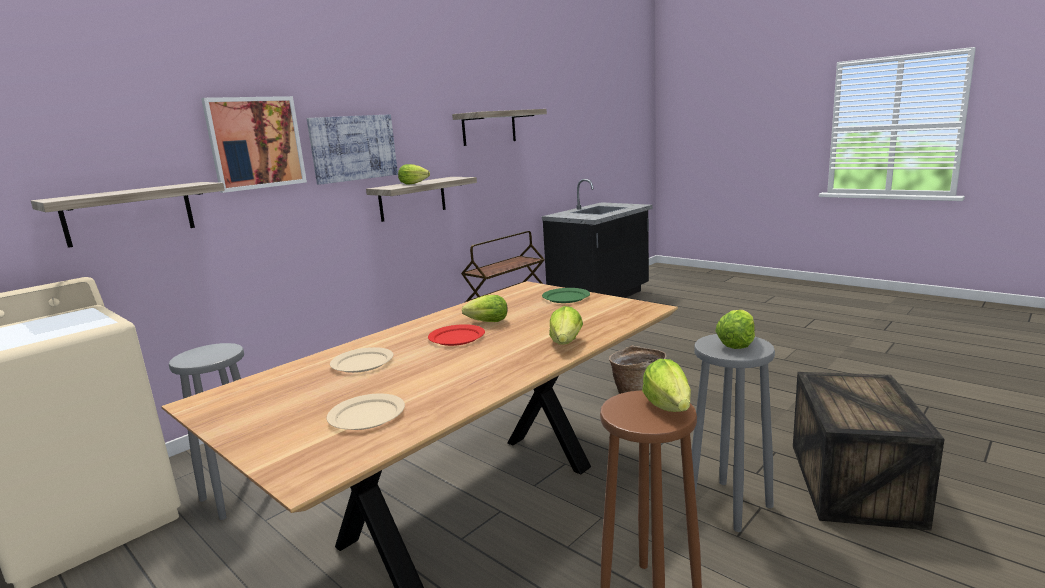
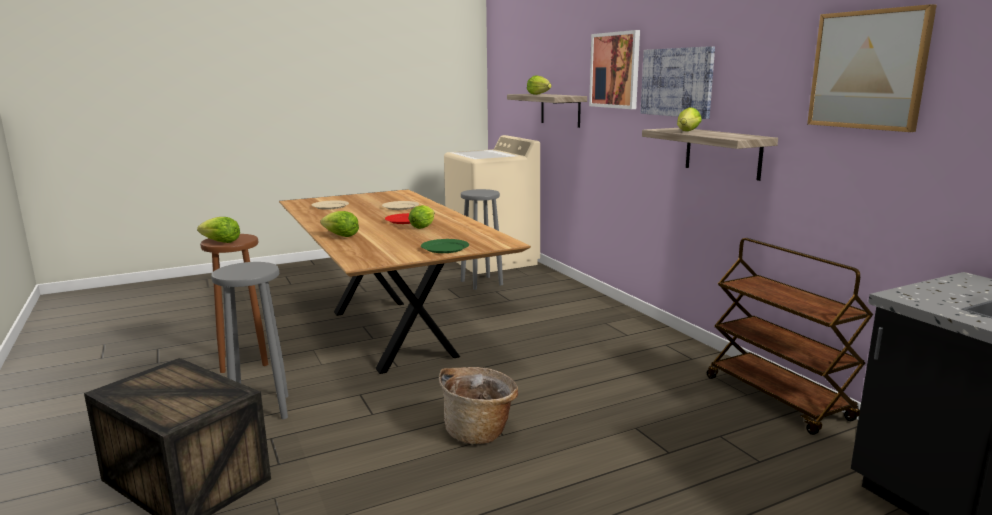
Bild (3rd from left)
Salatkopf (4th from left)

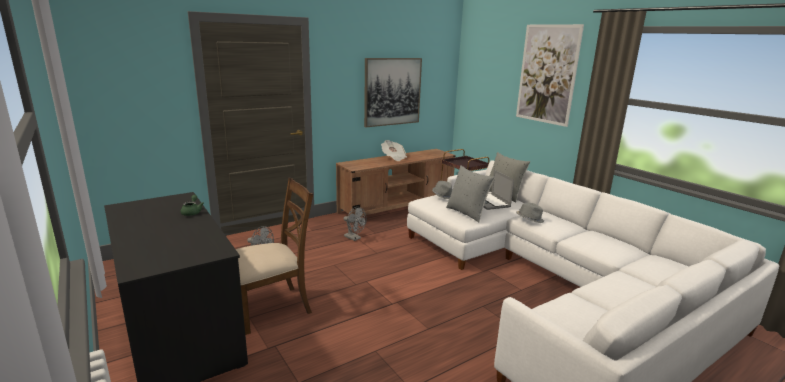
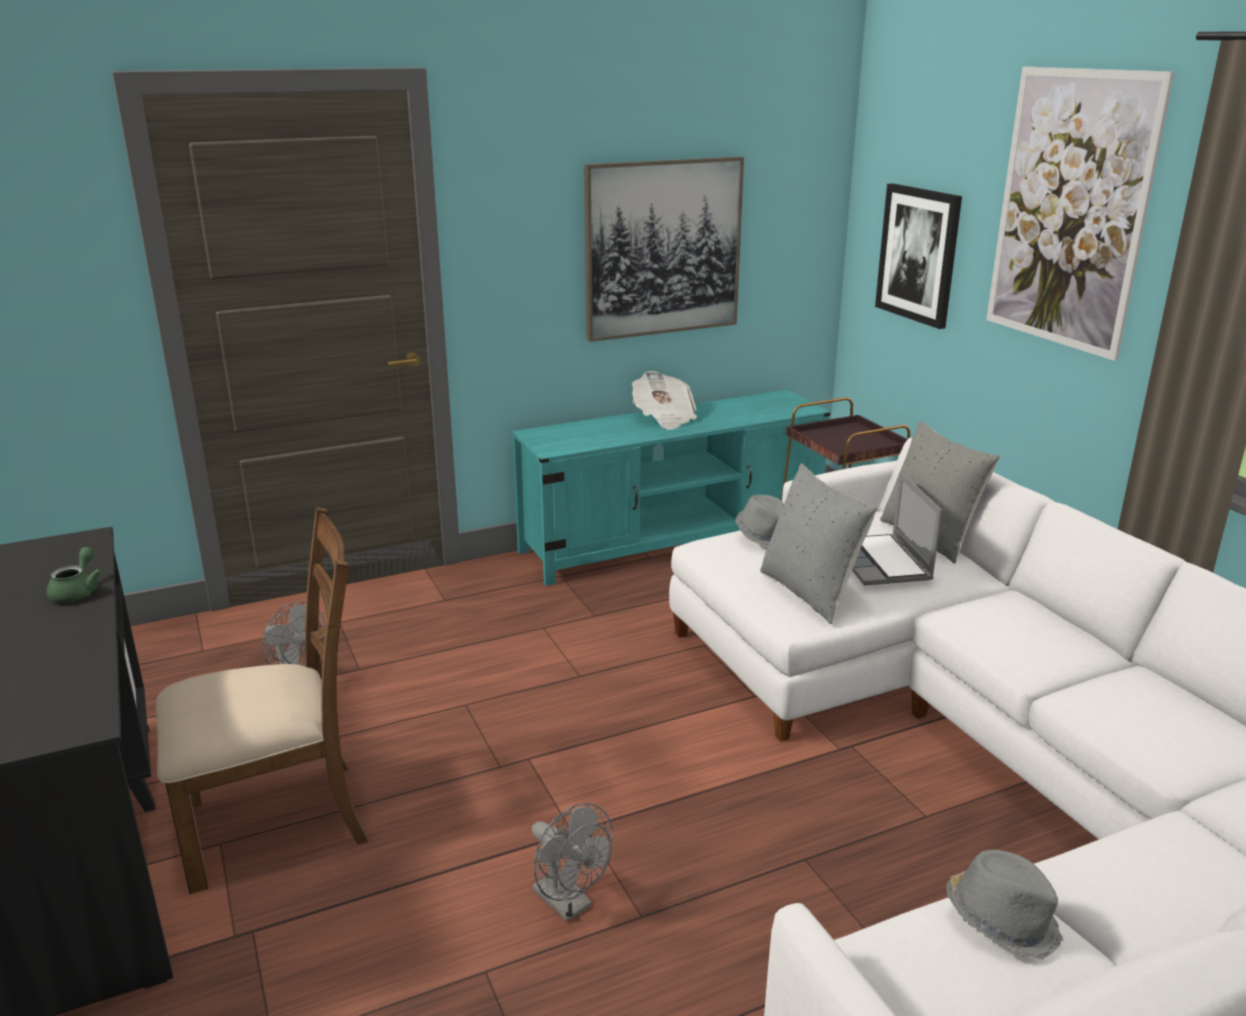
Fernsehschrank (türkis)
Hut (grau) (2nd from left)
Ventilator (grau) (2nd from left)
Bild (2nd from left)

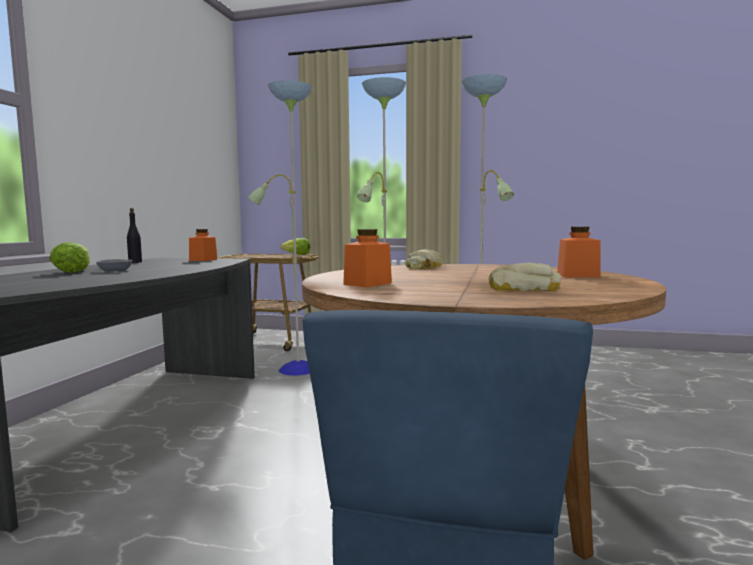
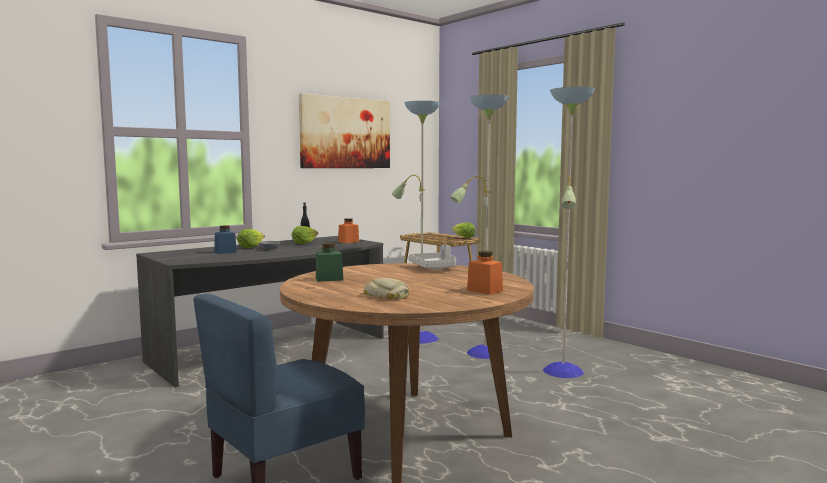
Vorratsglas (grün)
Tablett (grau)
Bild
Vorratsglas (blau)
Salatkopf (2nd from left)

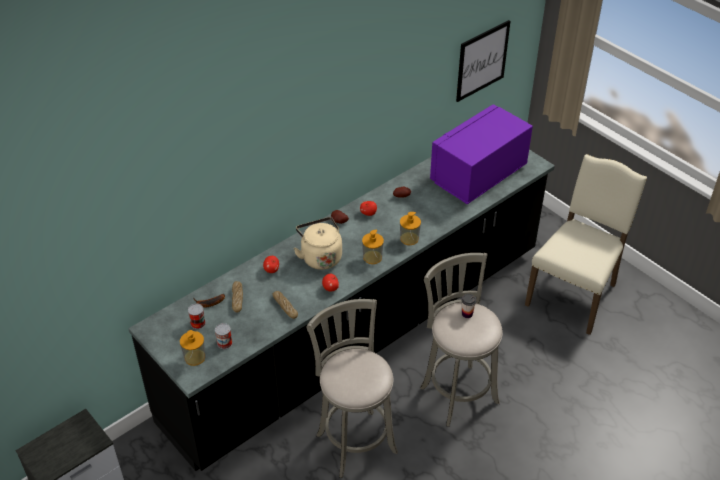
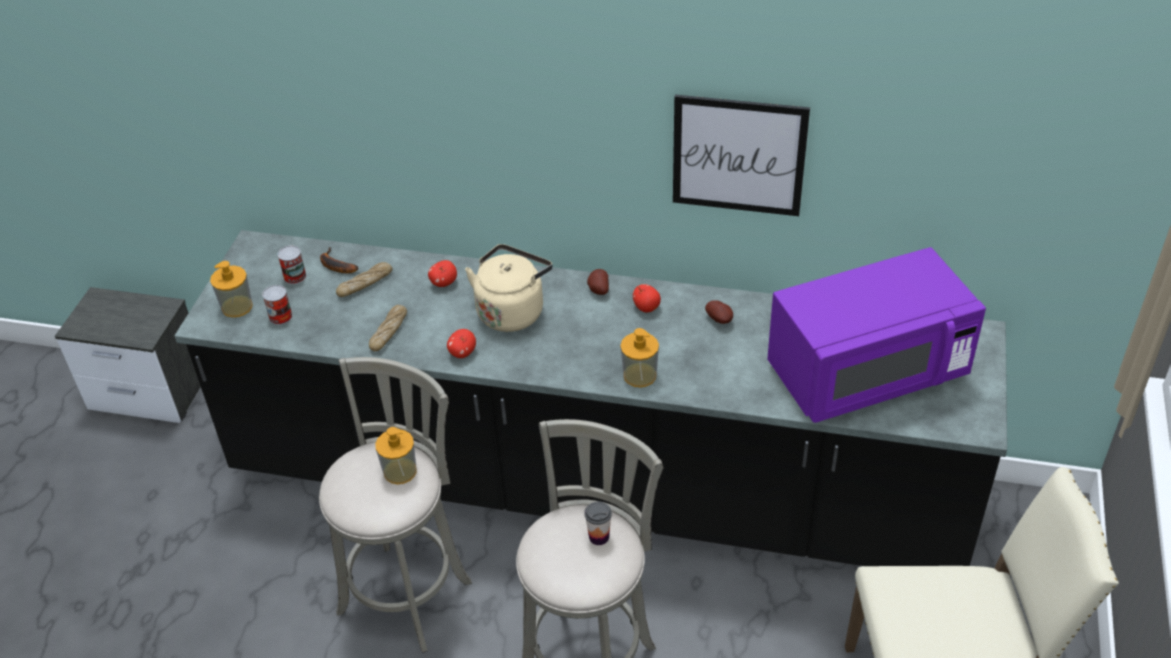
Bild
Mikrowelle (lila)
Seifenspender (2nd from left)

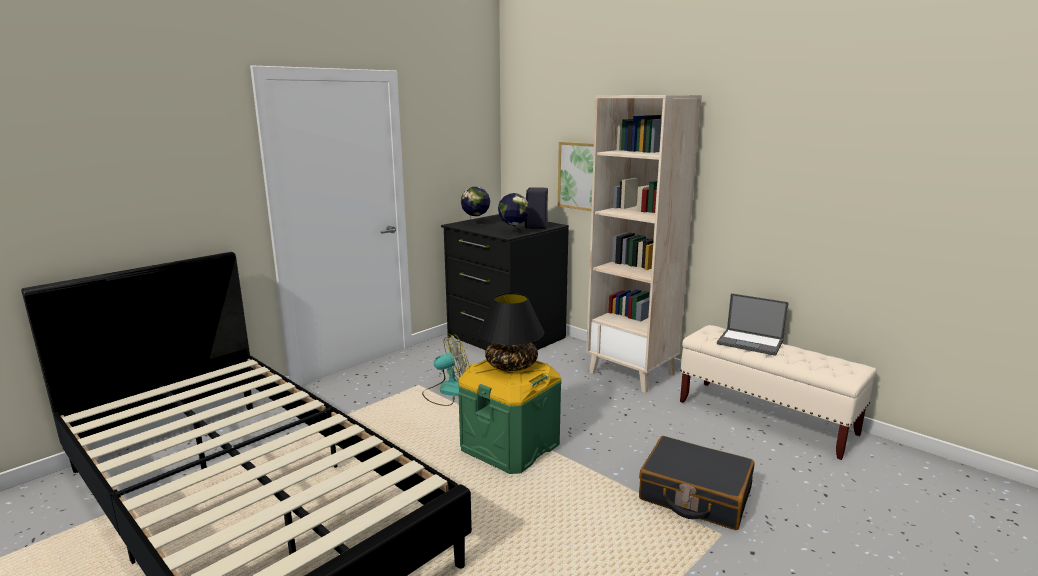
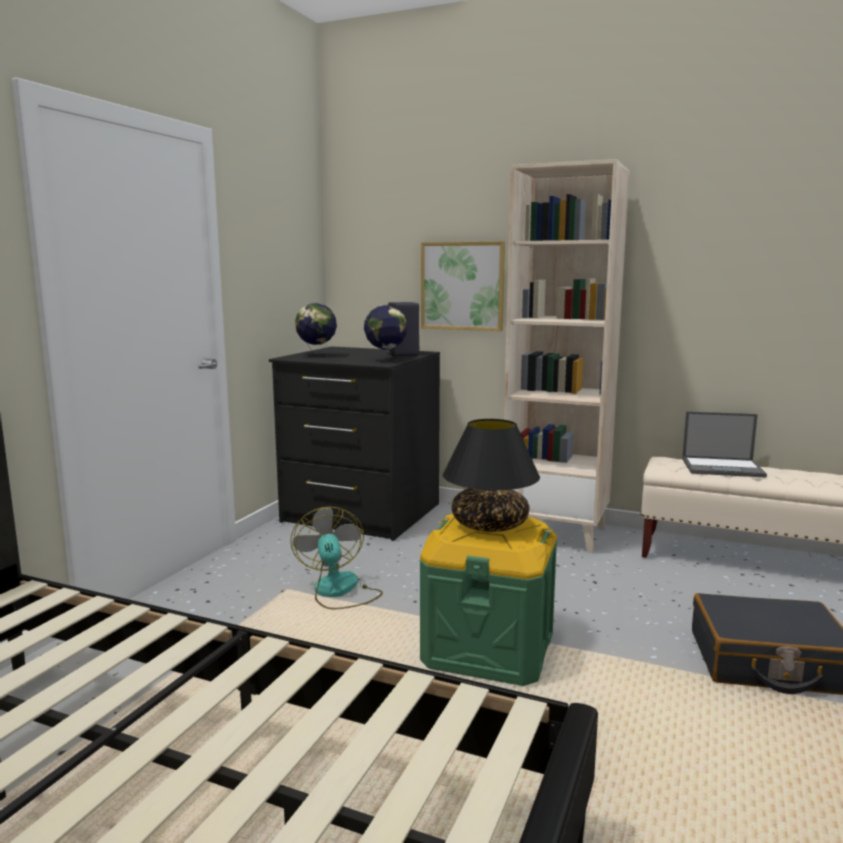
Ventilator

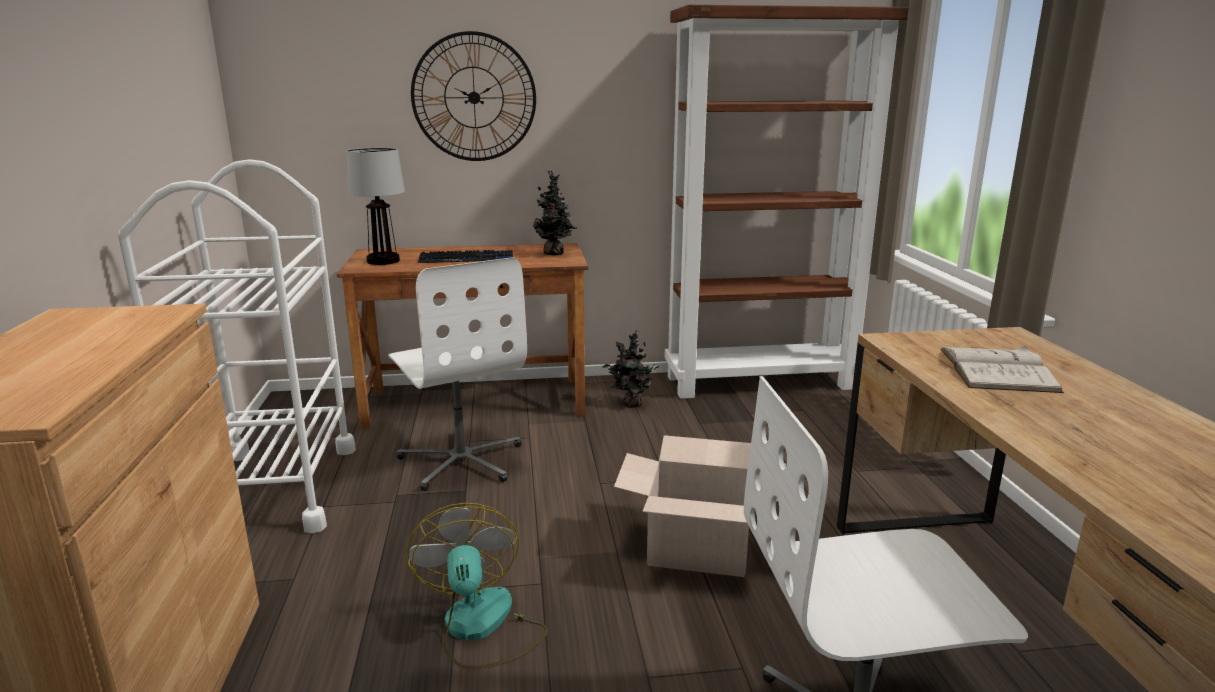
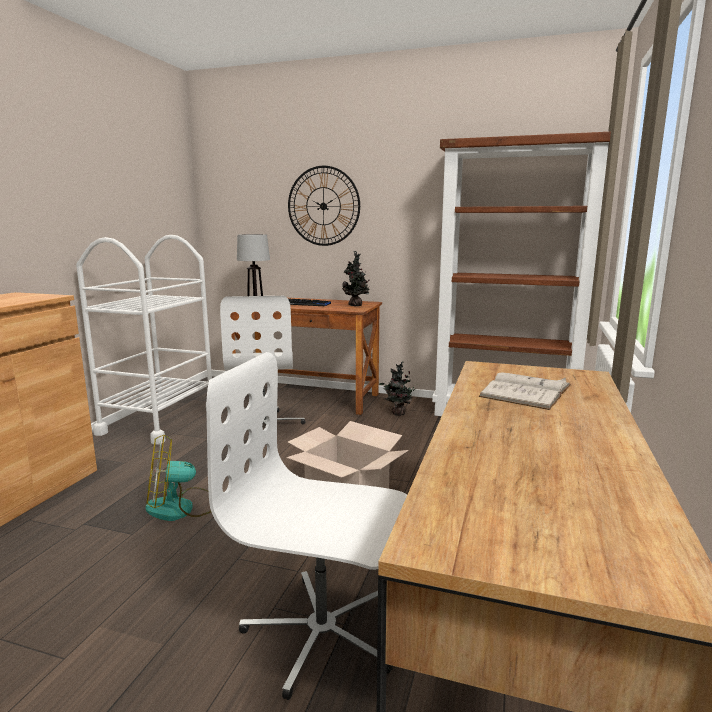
Ventilator

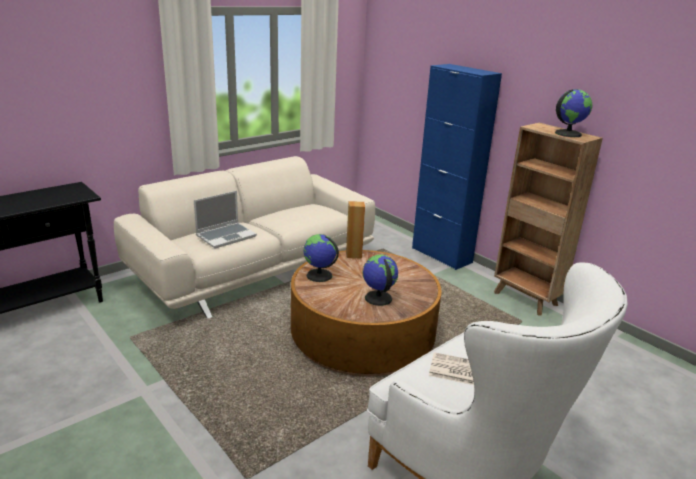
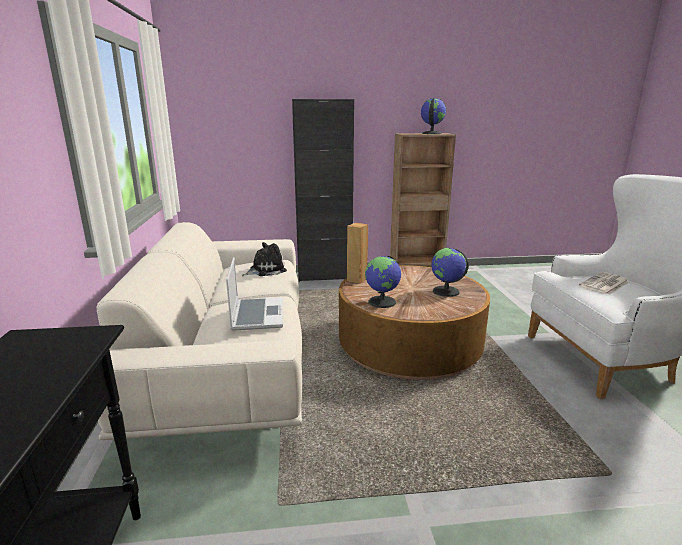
Schrank (schwarz)
Plüschtier

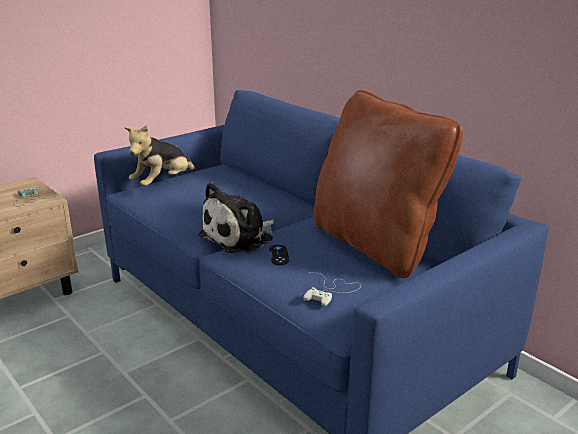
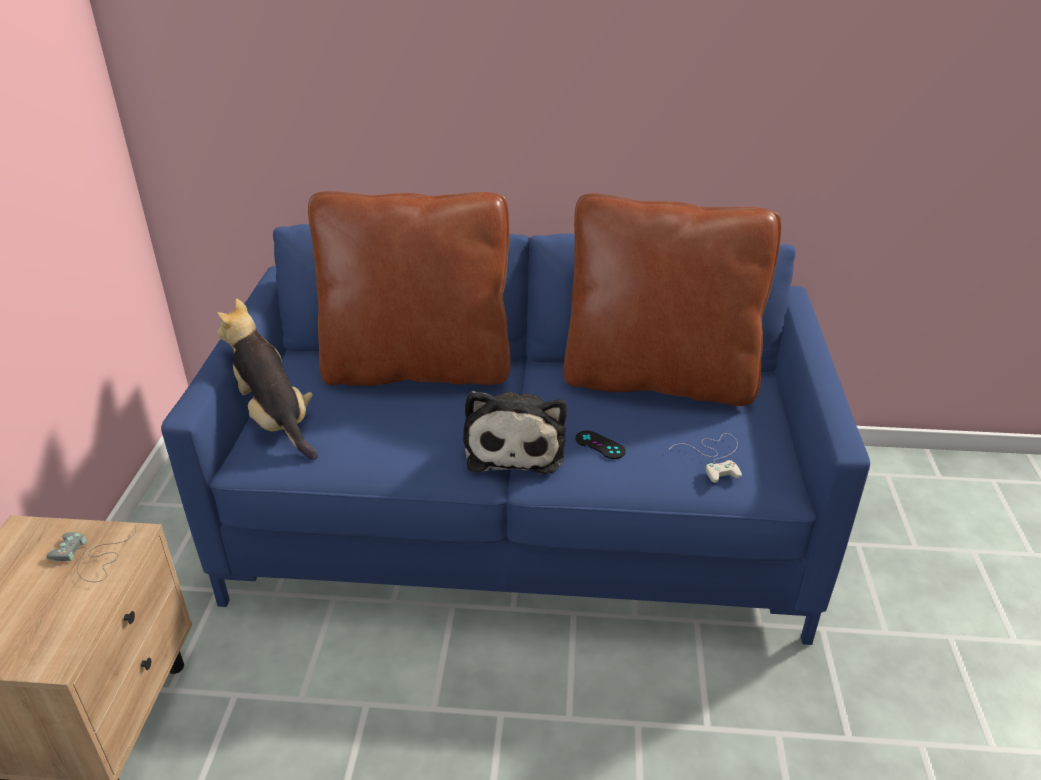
Plüschtier (1st from left)
Kissen (braun) (1st from left)

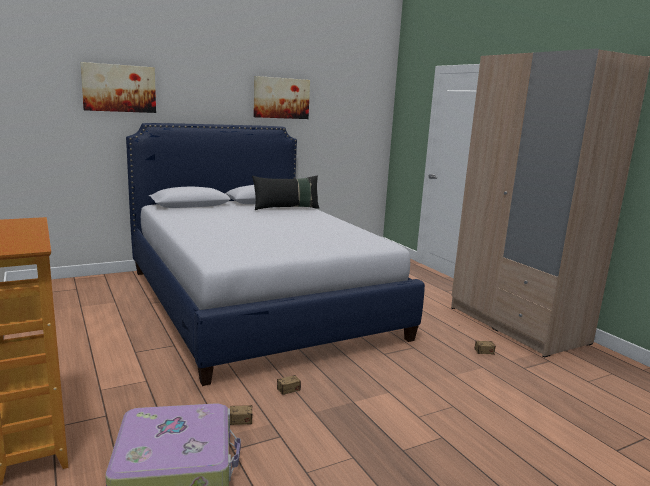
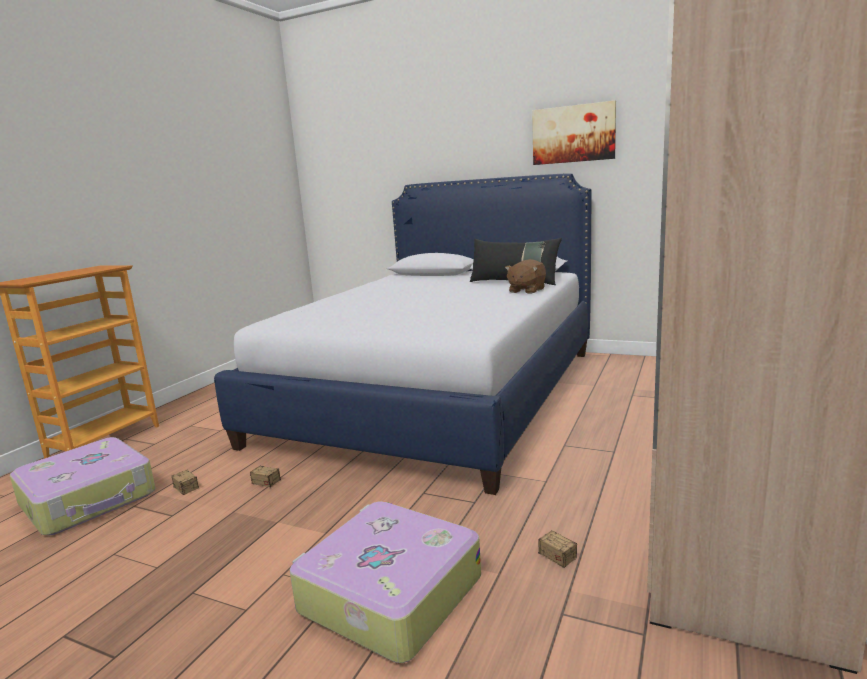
Bild (1st from left in the first image)
Plüschtier (braun)
Koffer (2nd from left)

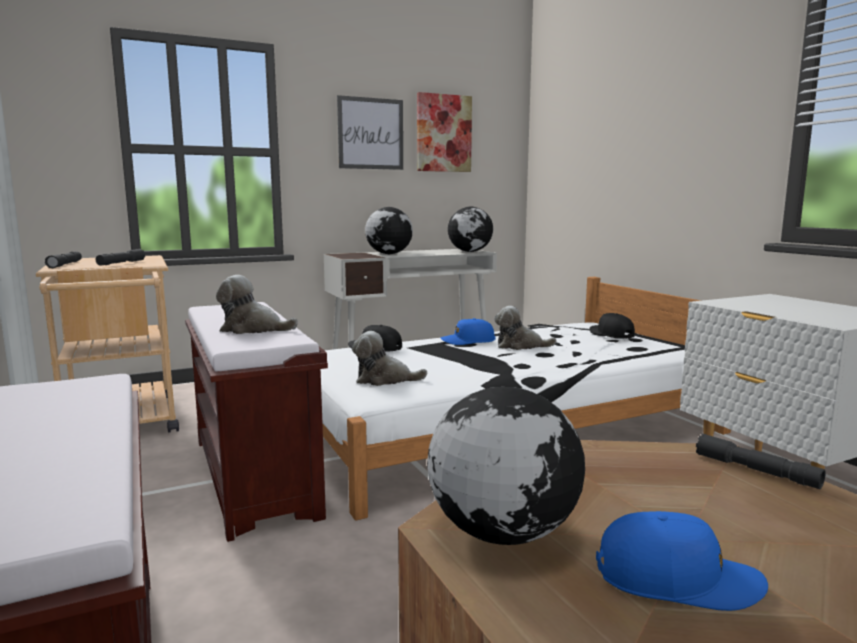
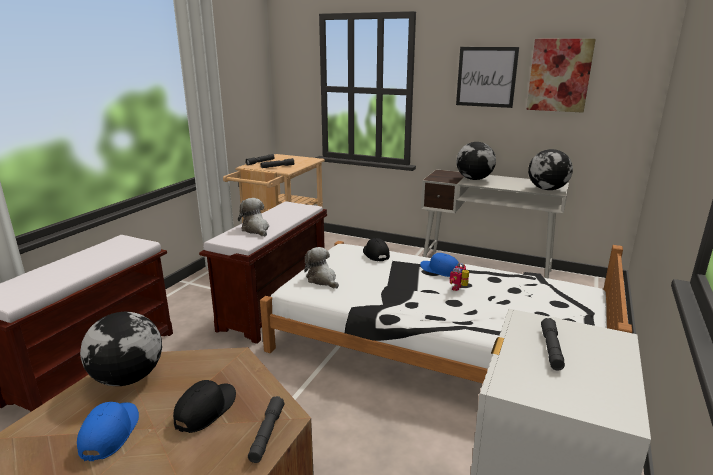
Spielzeugroboter
Kappe (schwarz) (1st from left)
Kappe (blau) (1st from left)
Taschenlampe (grau) (4th from left)

